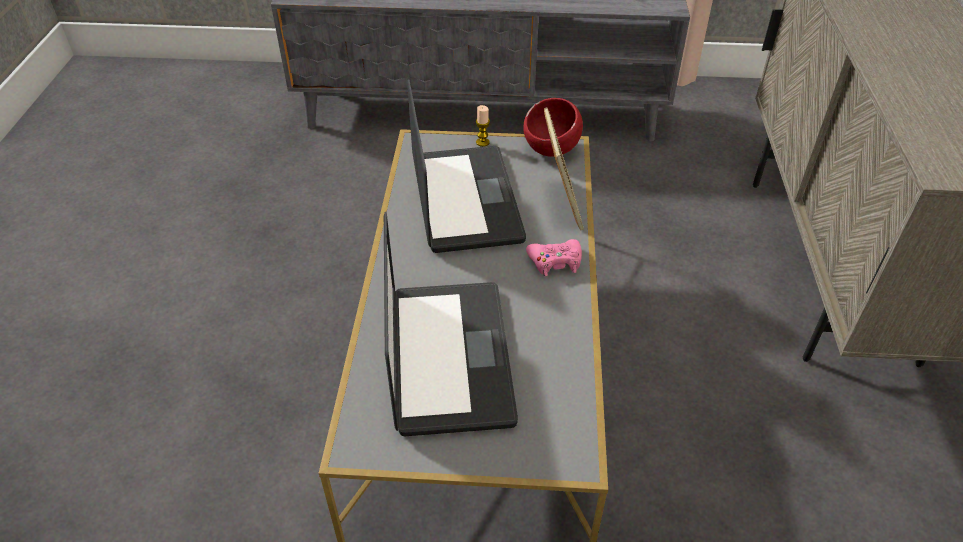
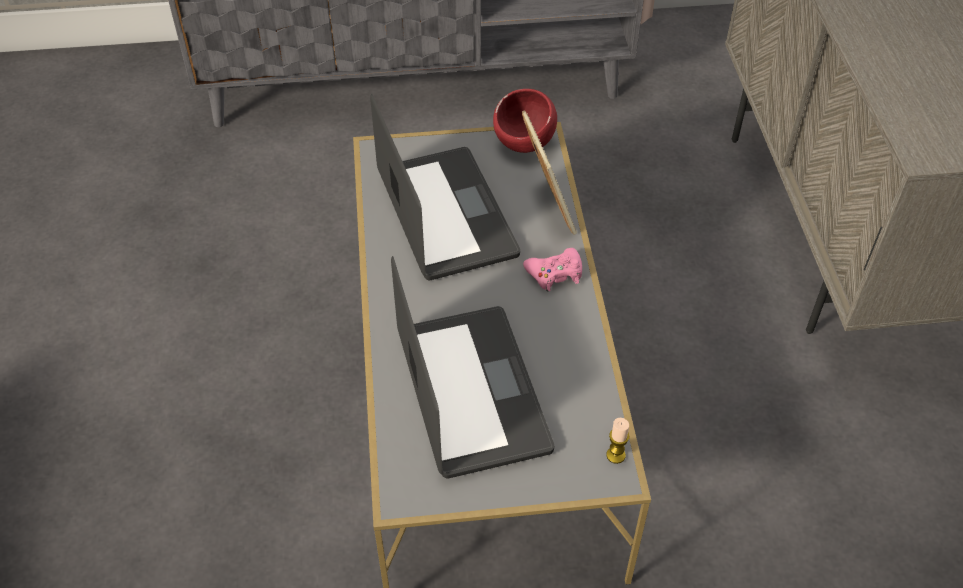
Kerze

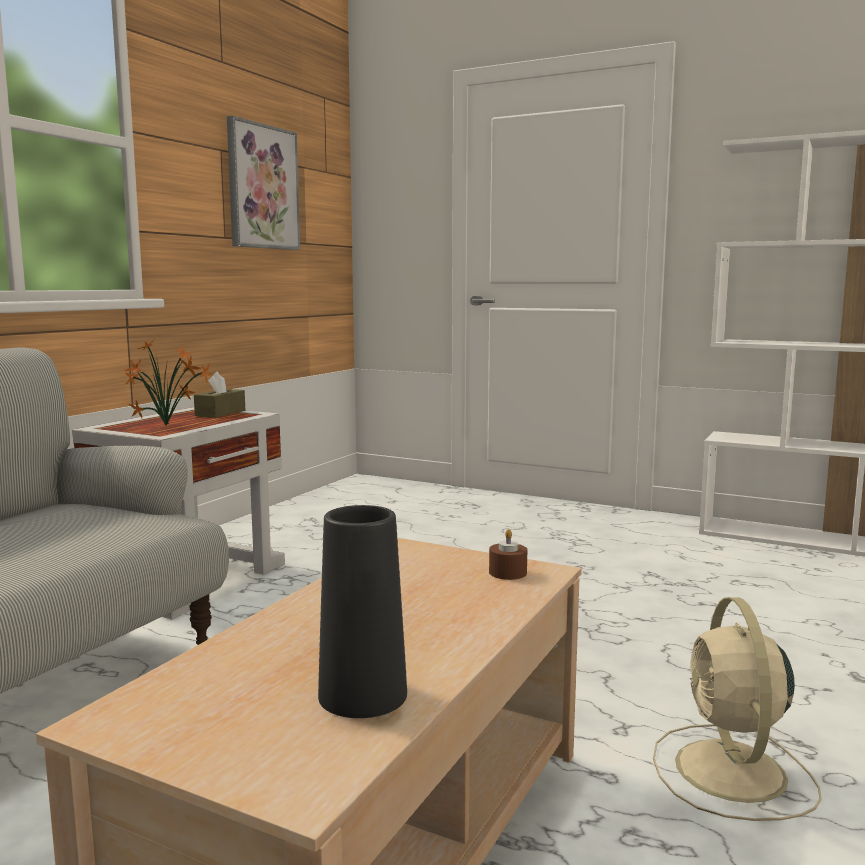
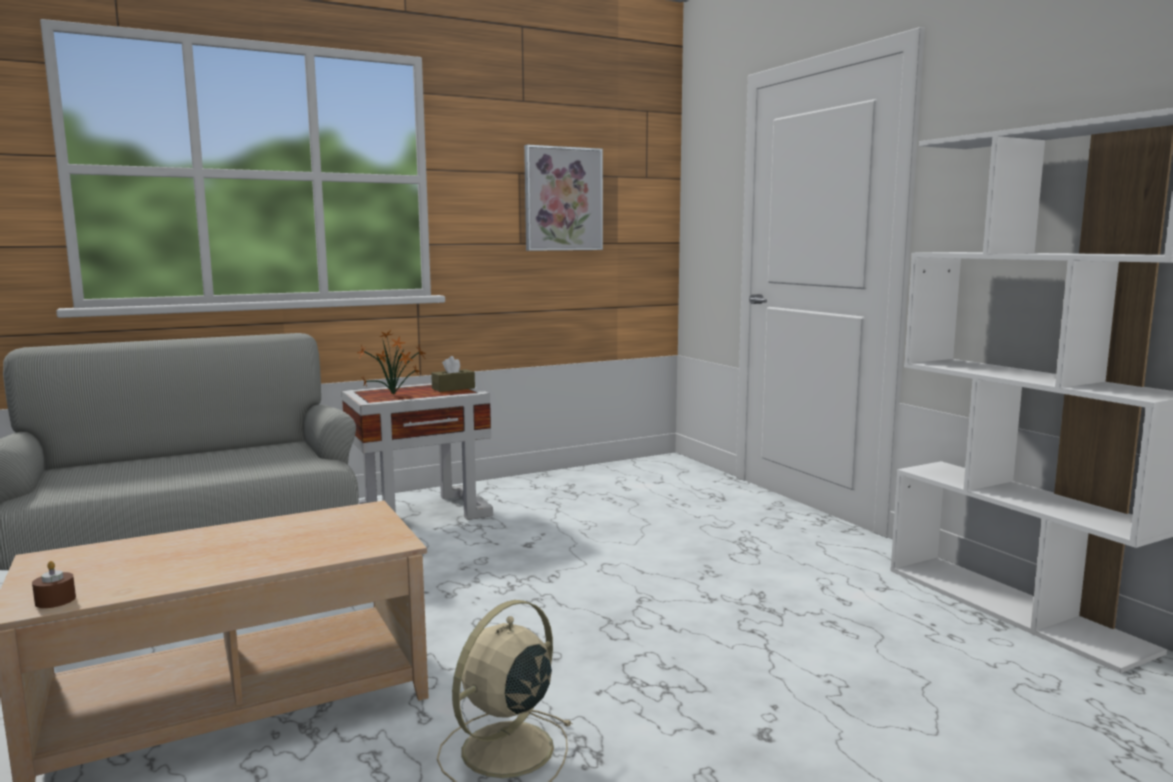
Vase (schwarz)
Kerze (braun)

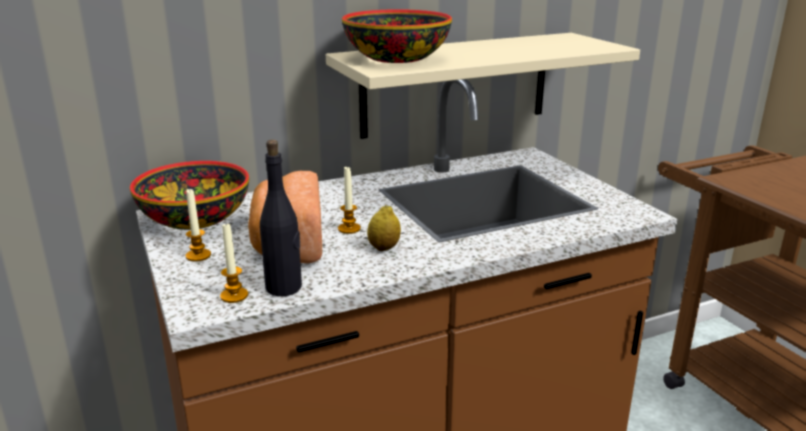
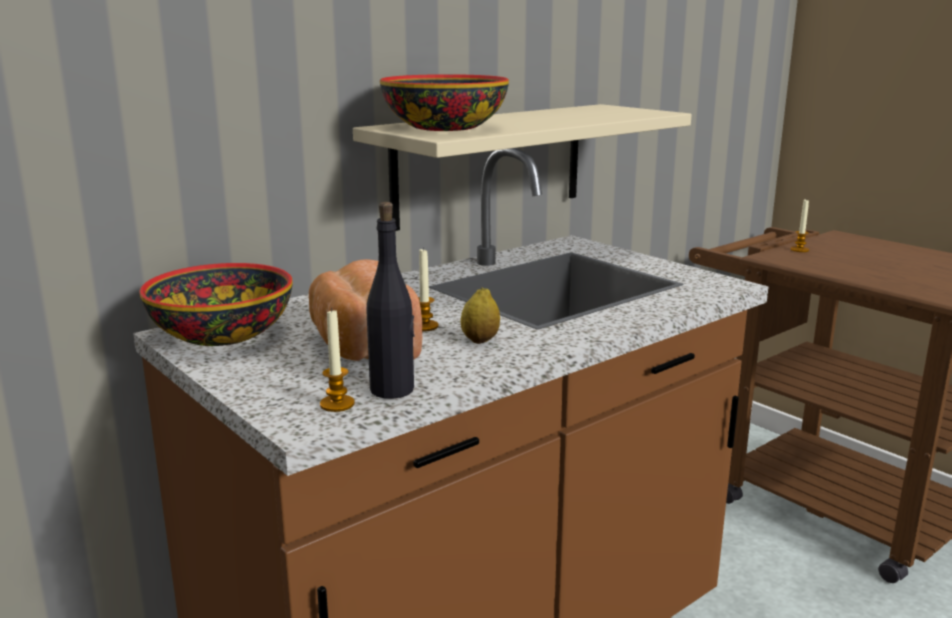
Kerze (3rd from left)

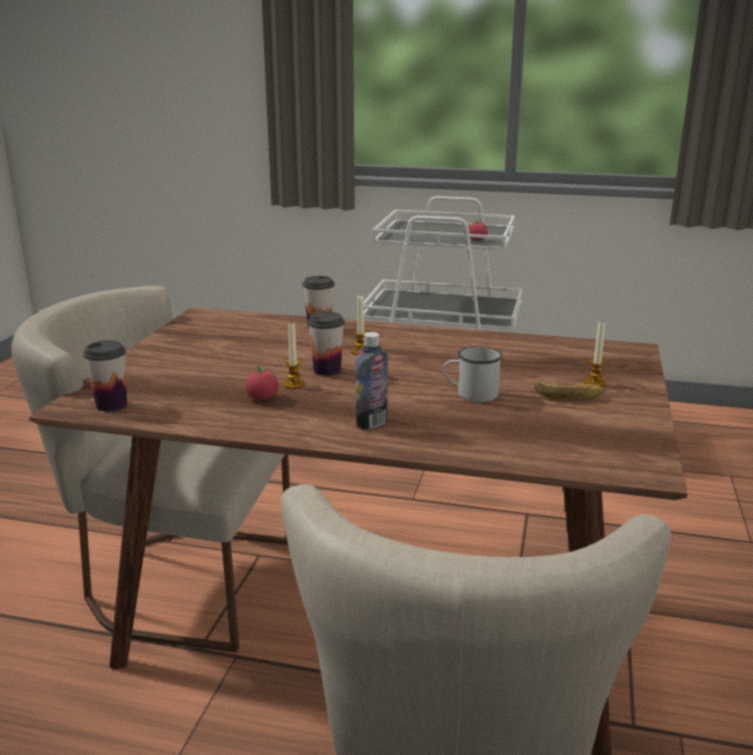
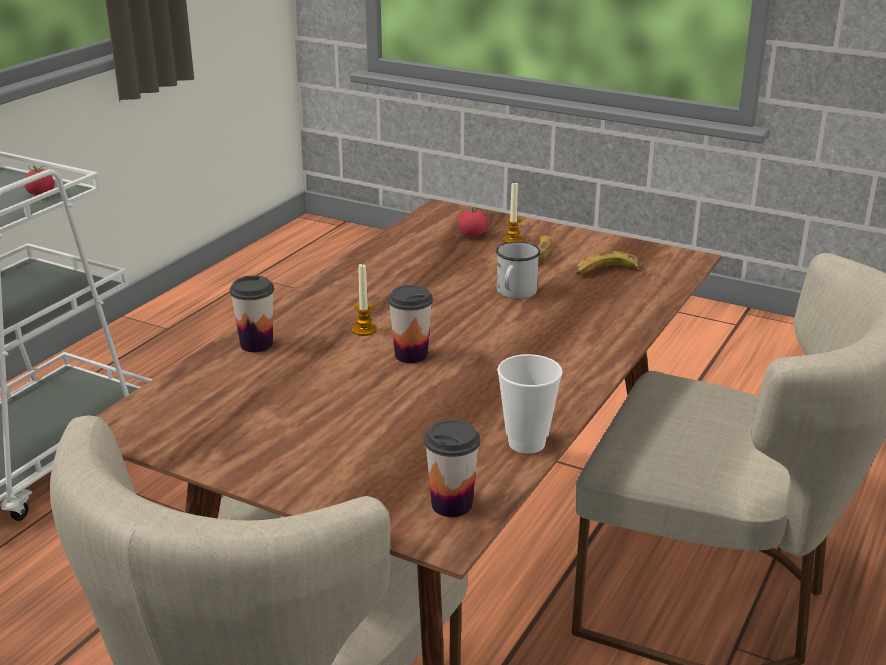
Kerze (1st from left in the first image)
Flasche
Tomate (2nd from left)
Banane (2nd from left)
Tasse (4th from left)

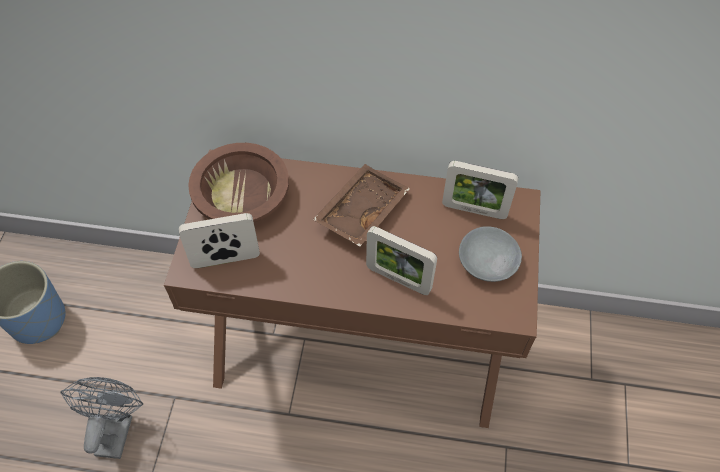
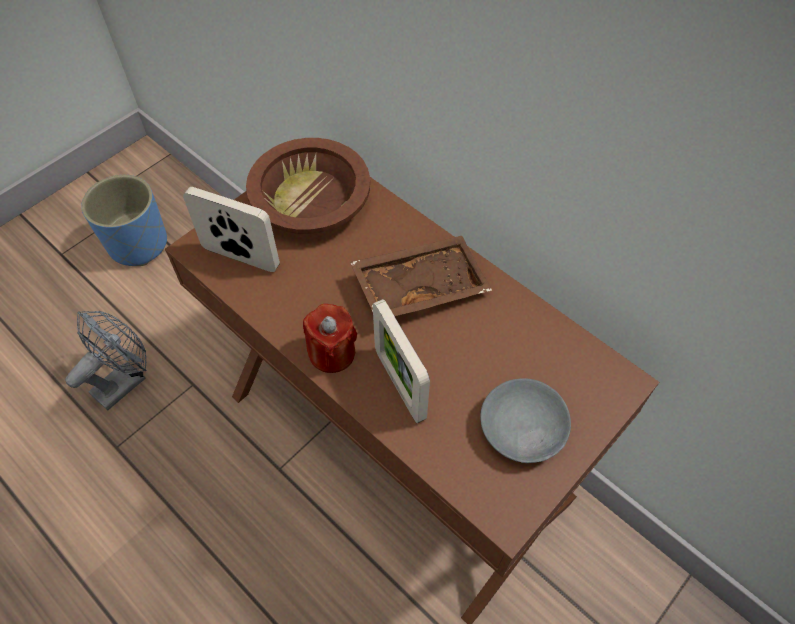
Bilderrahmen (3rd from left in the first image)
Kerze (rot)

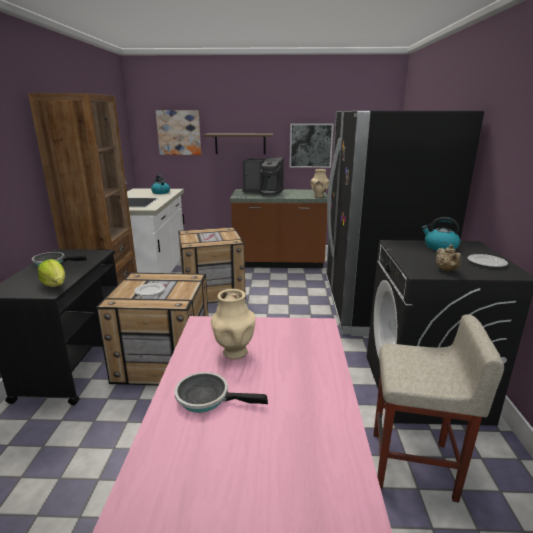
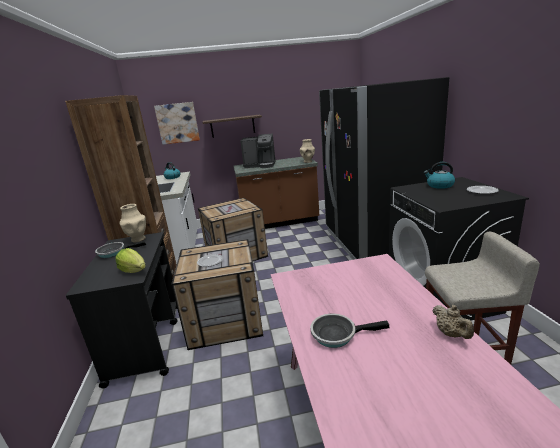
Bild (2nd from left in the first image)
Teekanne (beige)
Vase (beige) (1st from left)

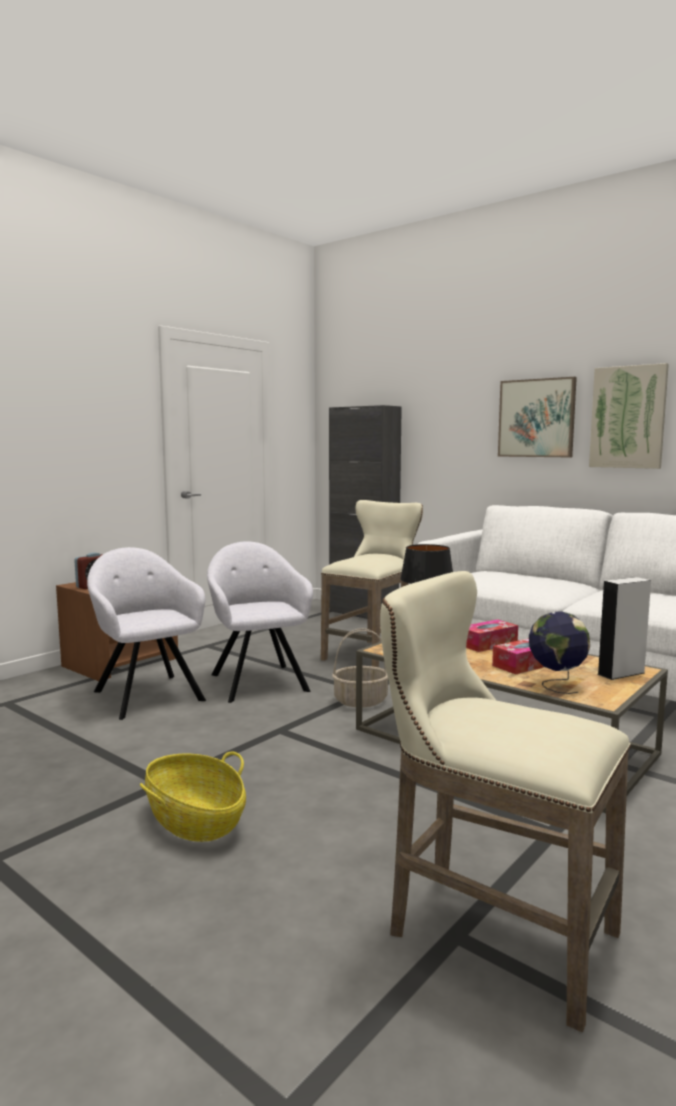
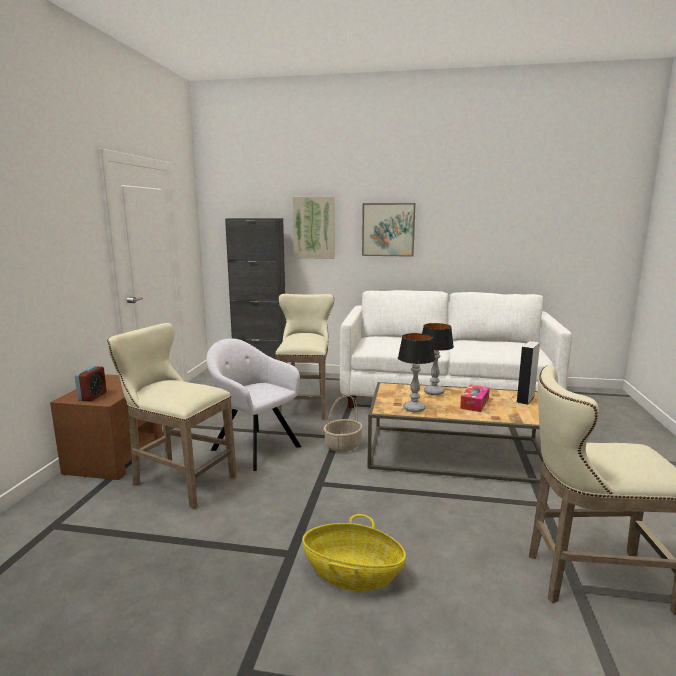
Bild (1st from left)
Hocker (beige) (1st from left)
Globus
Tischlampe (2nd from left)

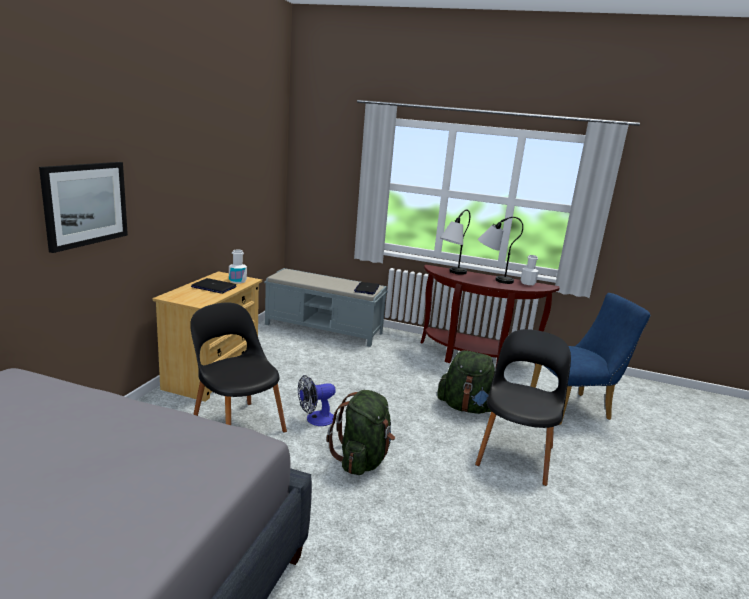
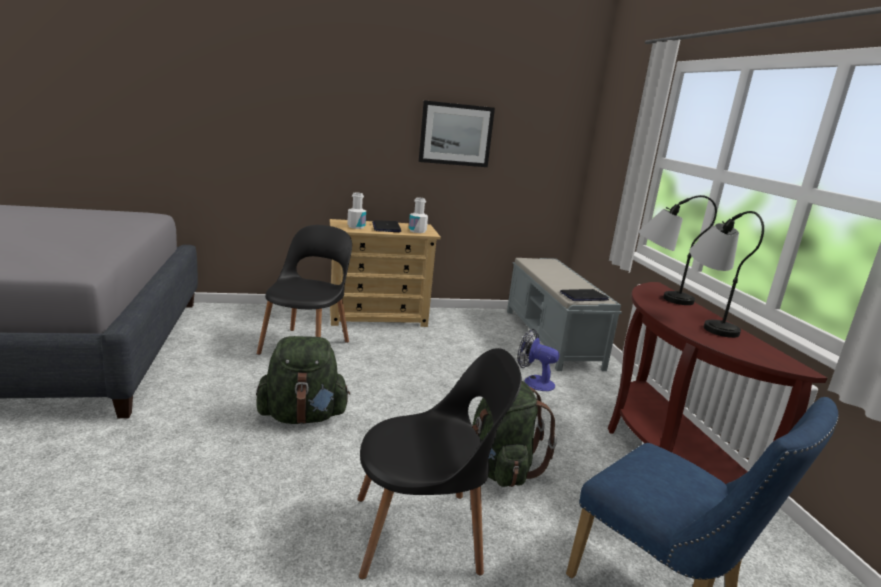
Bild
Flasche (weiß) (1st from left)
Ventilator

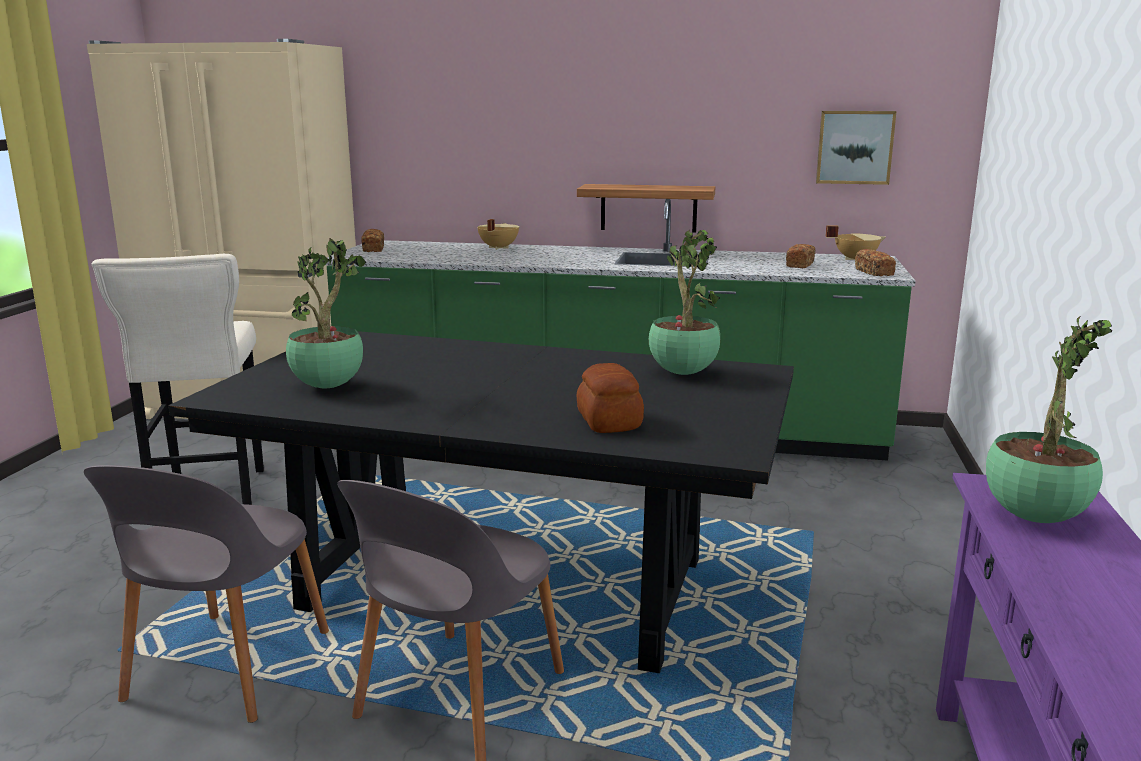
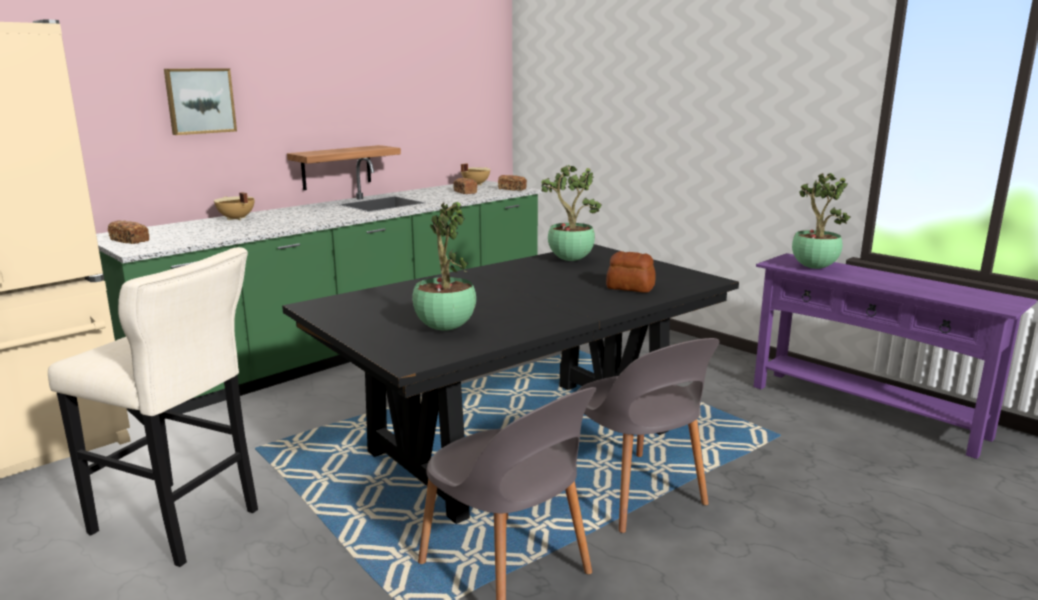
Bild

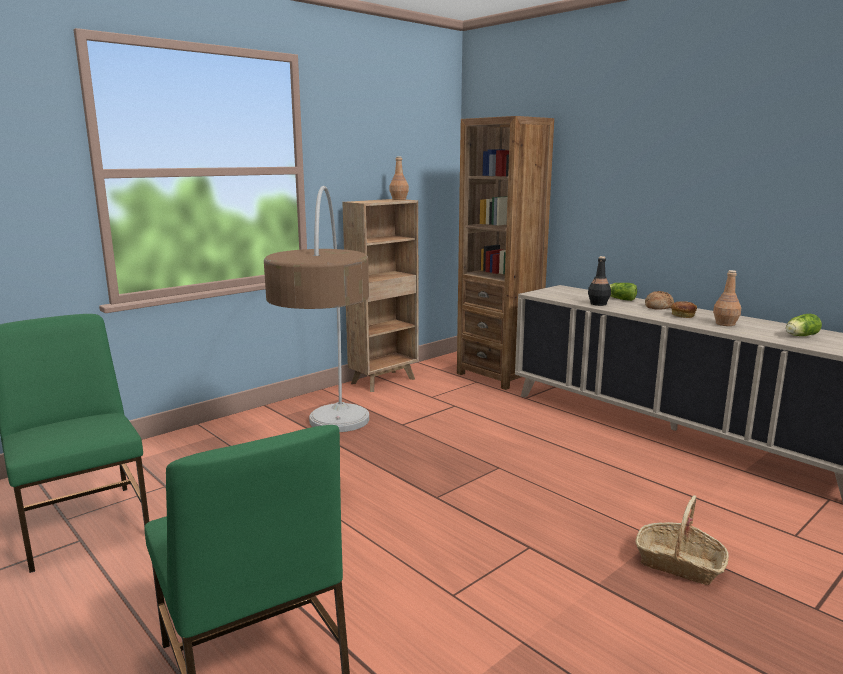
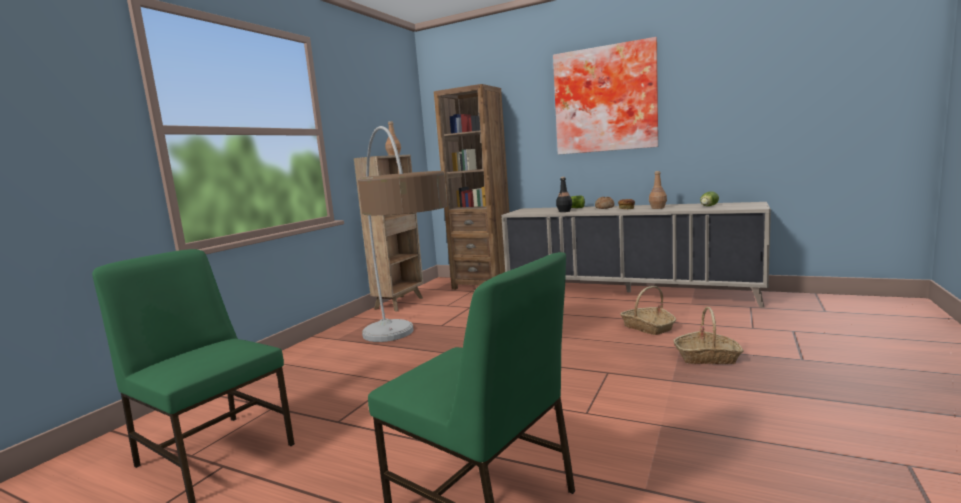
Bild
Korb (1st from left)

